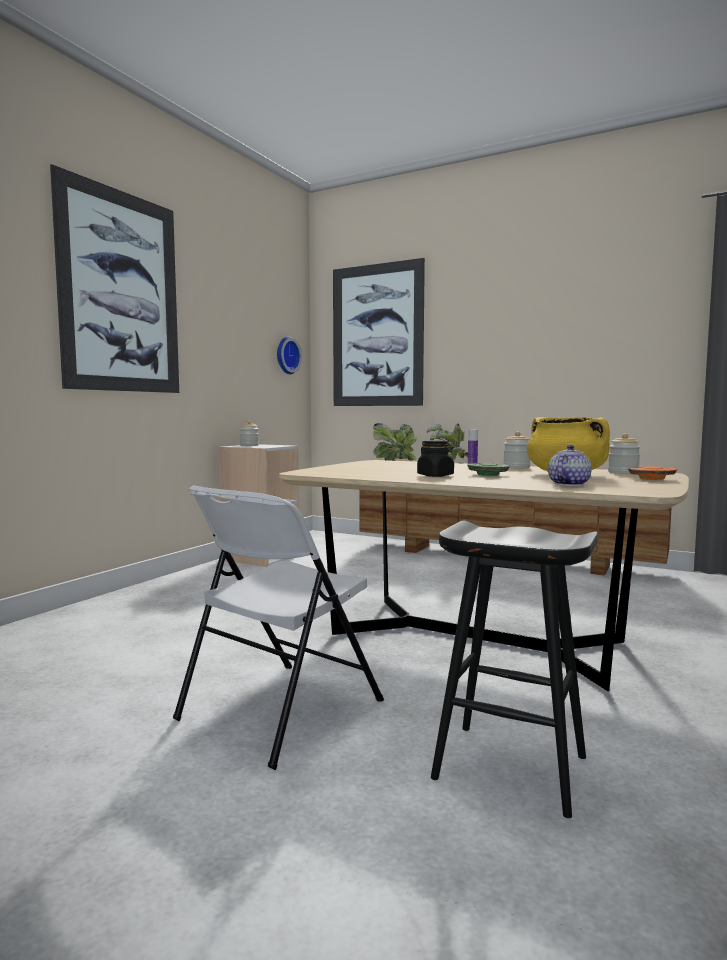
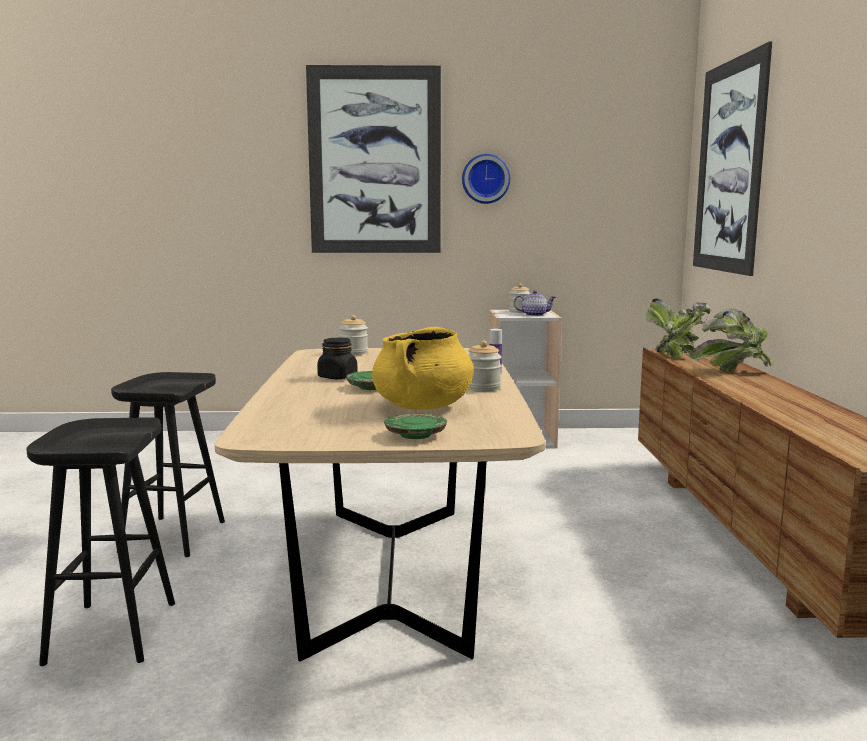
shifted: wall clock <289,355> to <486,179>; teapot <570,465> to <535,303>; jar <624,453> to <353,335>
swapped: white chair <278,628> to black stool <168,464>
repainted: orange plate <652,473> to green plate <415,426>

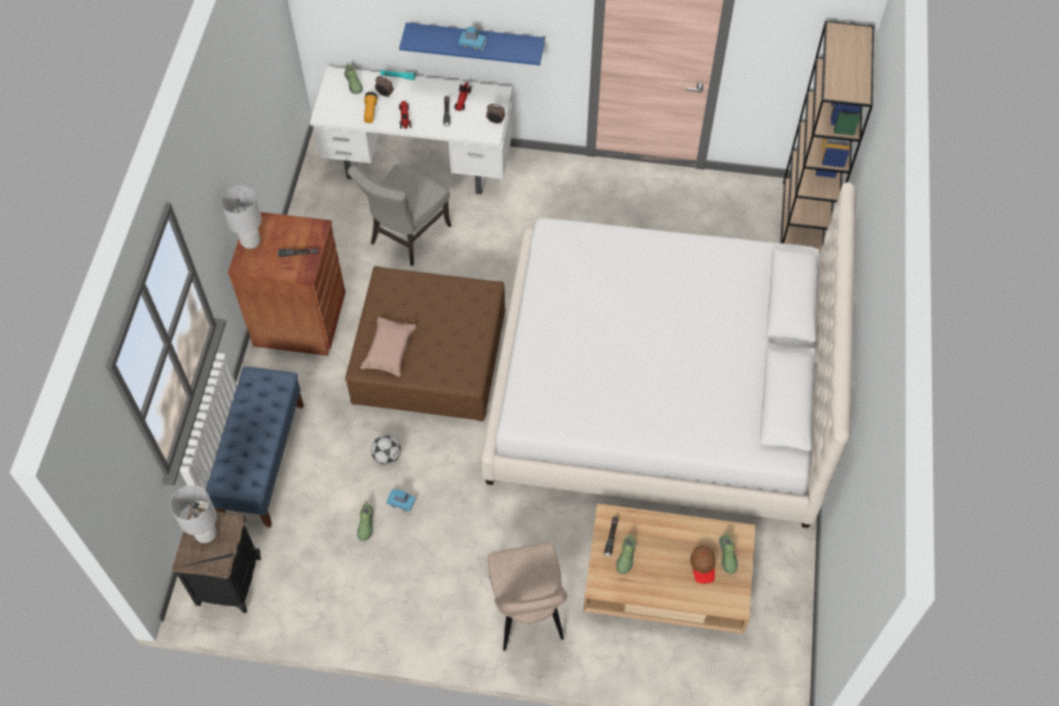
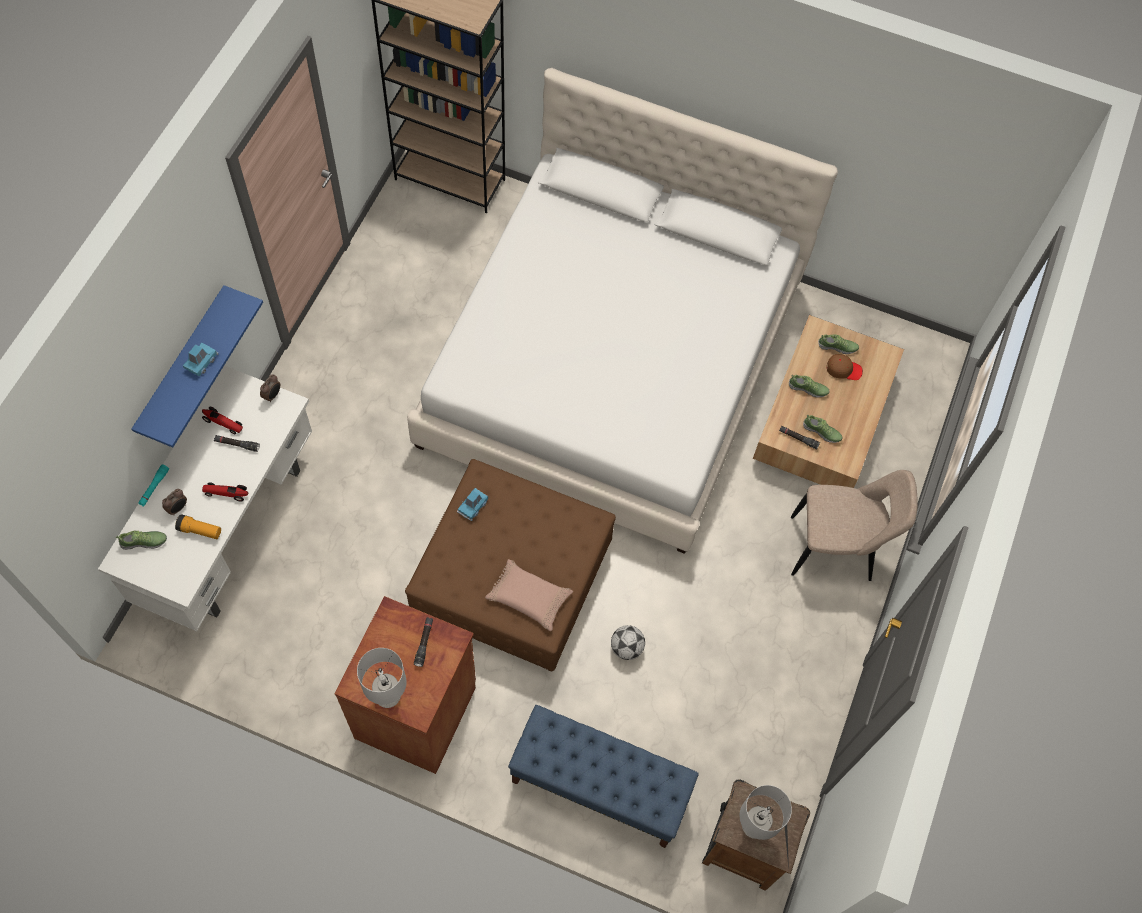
gone: grey chair <399,215>
shifted: shoe <365,521> to <809,386>; blue toy car <401,500> to <472,504>

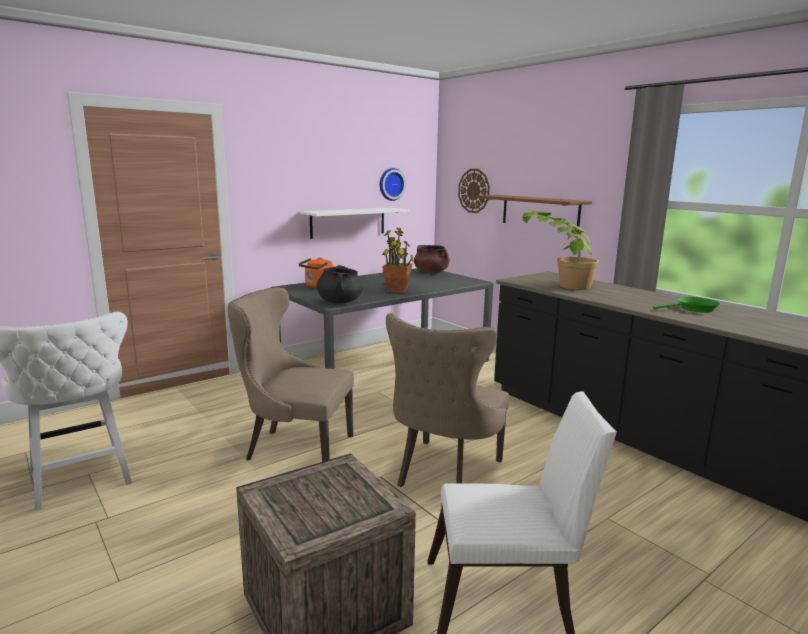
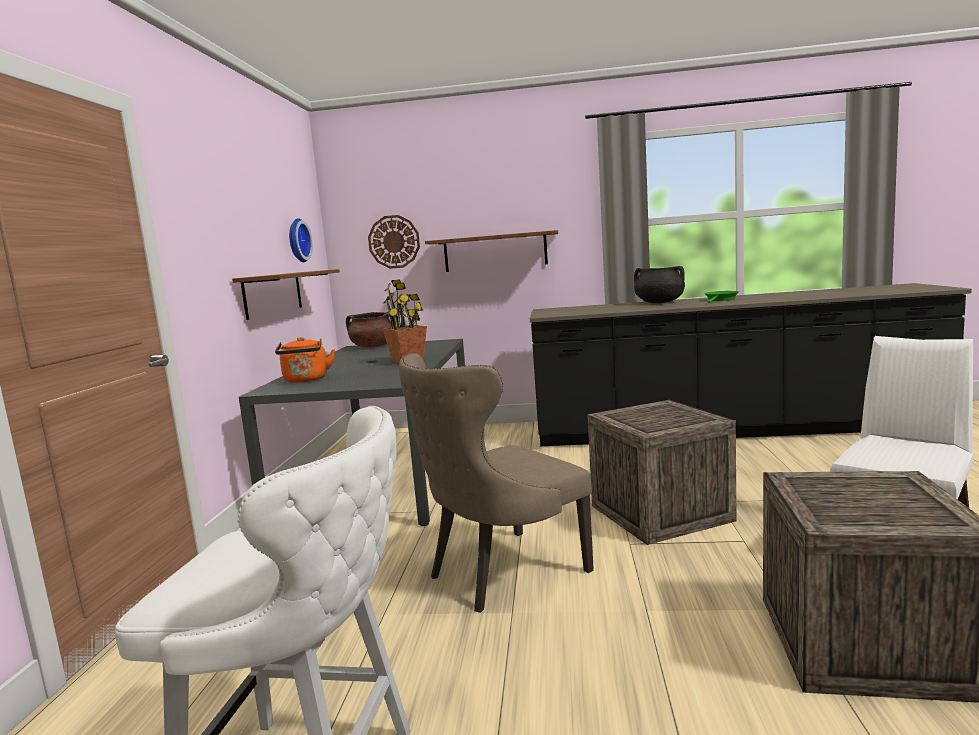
gone: potted plant <560,250>
shifted: black cooking pot <340,284> to <659,284>
swapped: beige chair <447,400> to crate <662,472>
repainted: white shelf <354,223> to brown shelf <286,294>

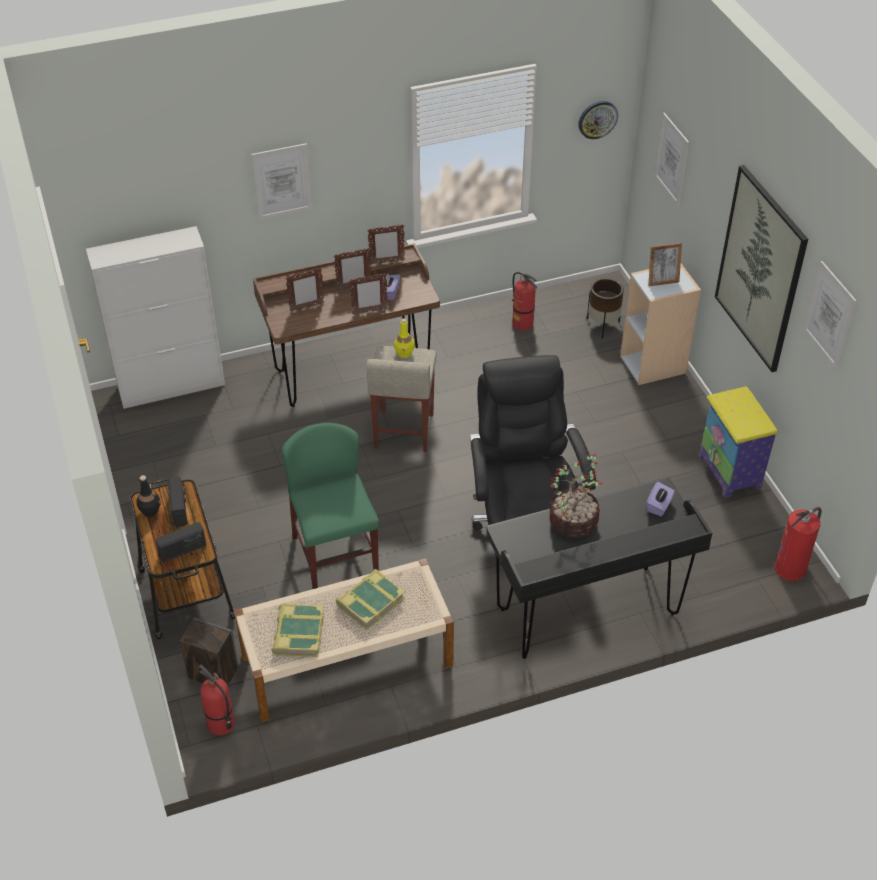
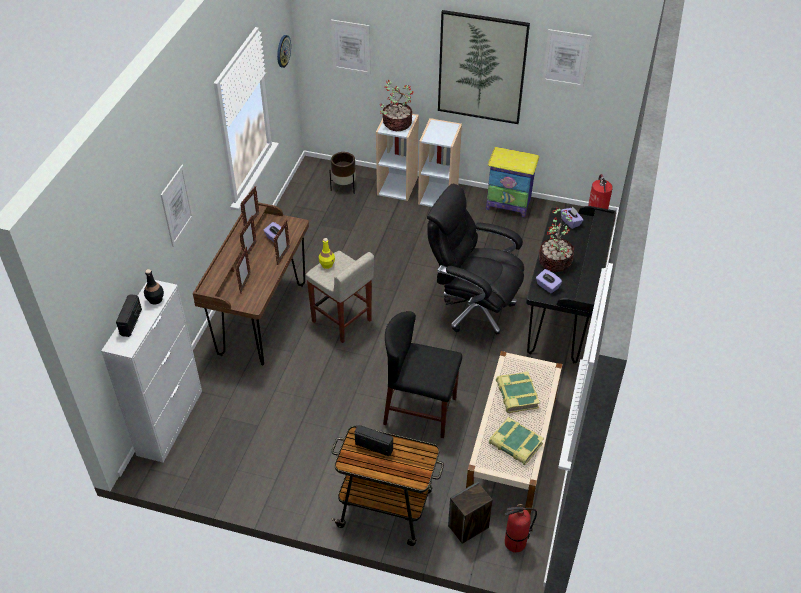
gone: fire extinguisher <524,301>
new: bookcase <440,162>; purple tissue box <549,281>
shifted: black bottle <148,496> to <154,287>; radio <181,542> to <129,315>
swapped: picture frame <665,264> to potted plant <397,105>
repainted: green chair <330,506> to black chair <422,374>

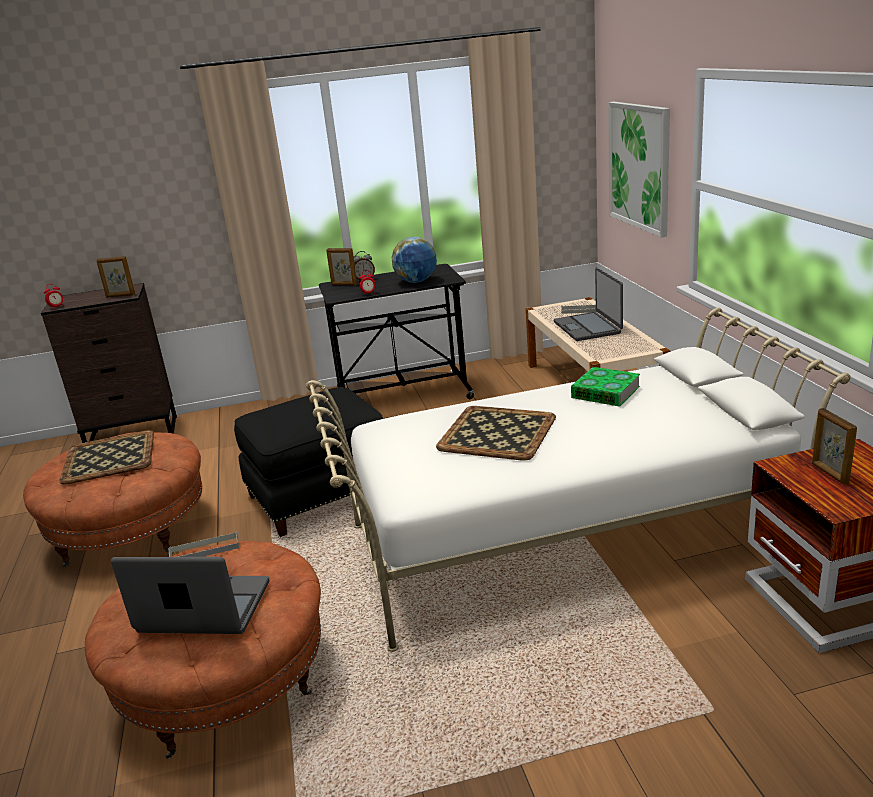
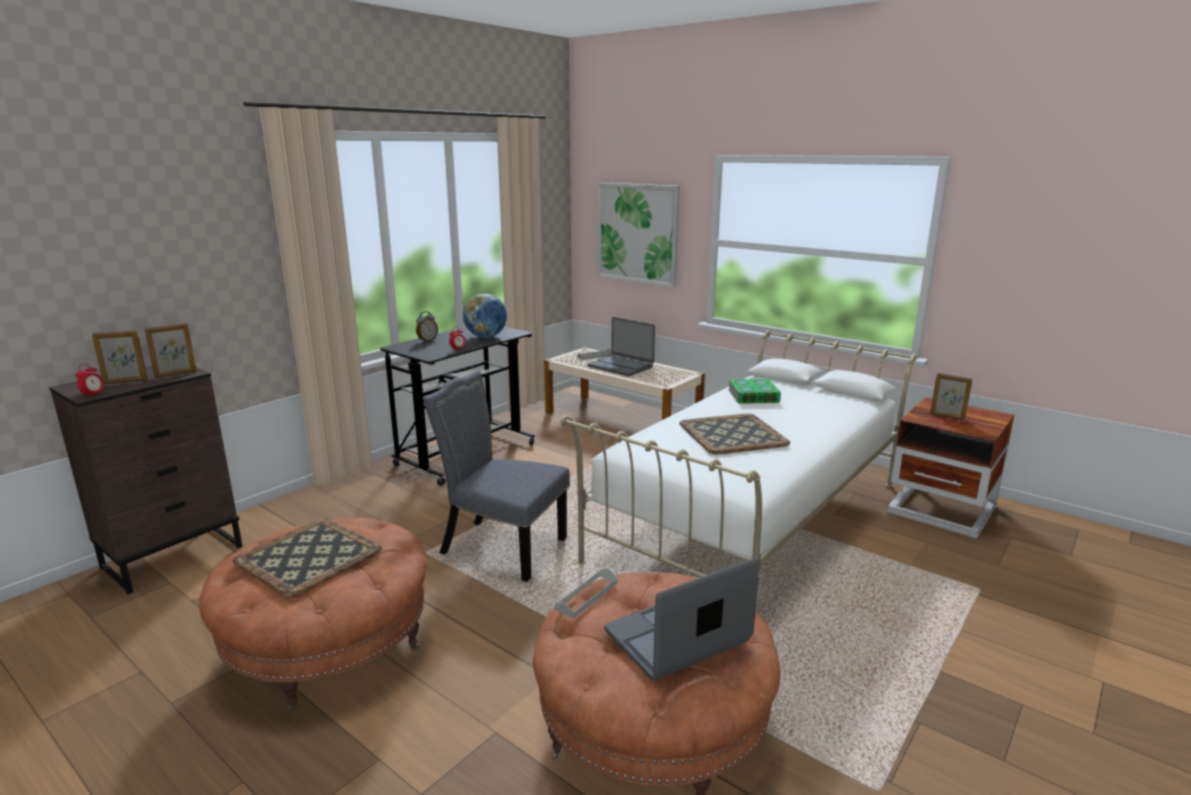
shifted: picture frame <341,266> to <120,357>
swapped: black ottoman <308,462> to grey chair <496,476>

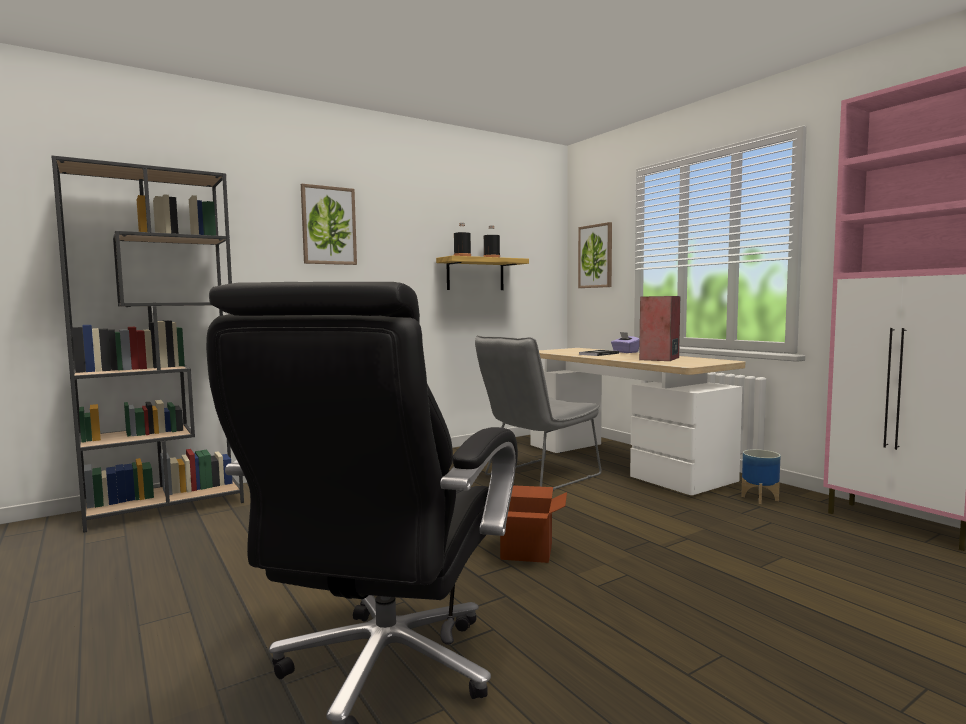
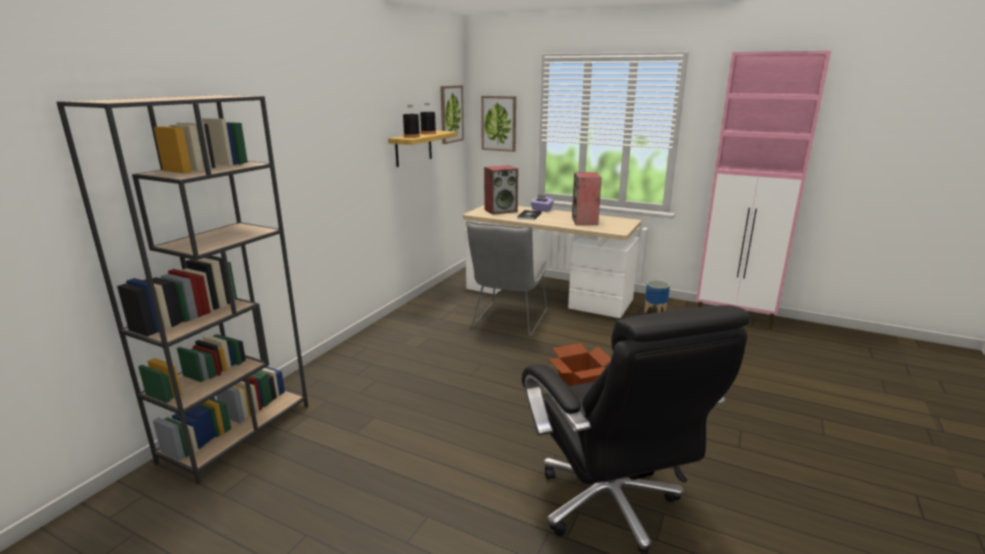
new: speaker <501,190>
shifted: picture <329,224> to <452,114>

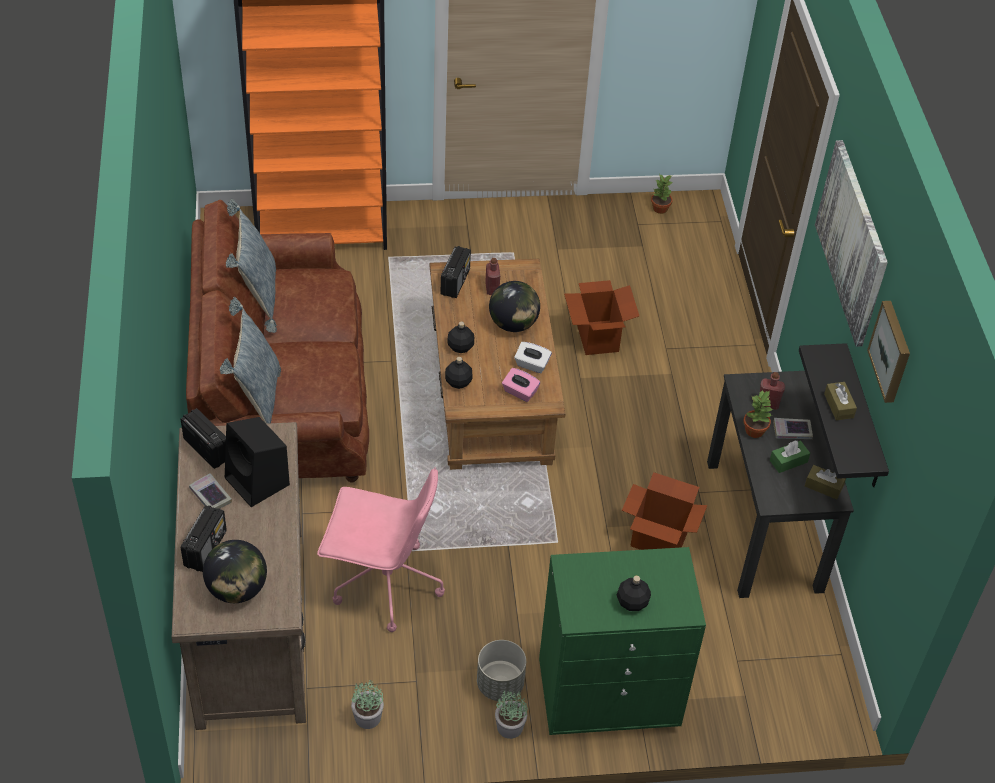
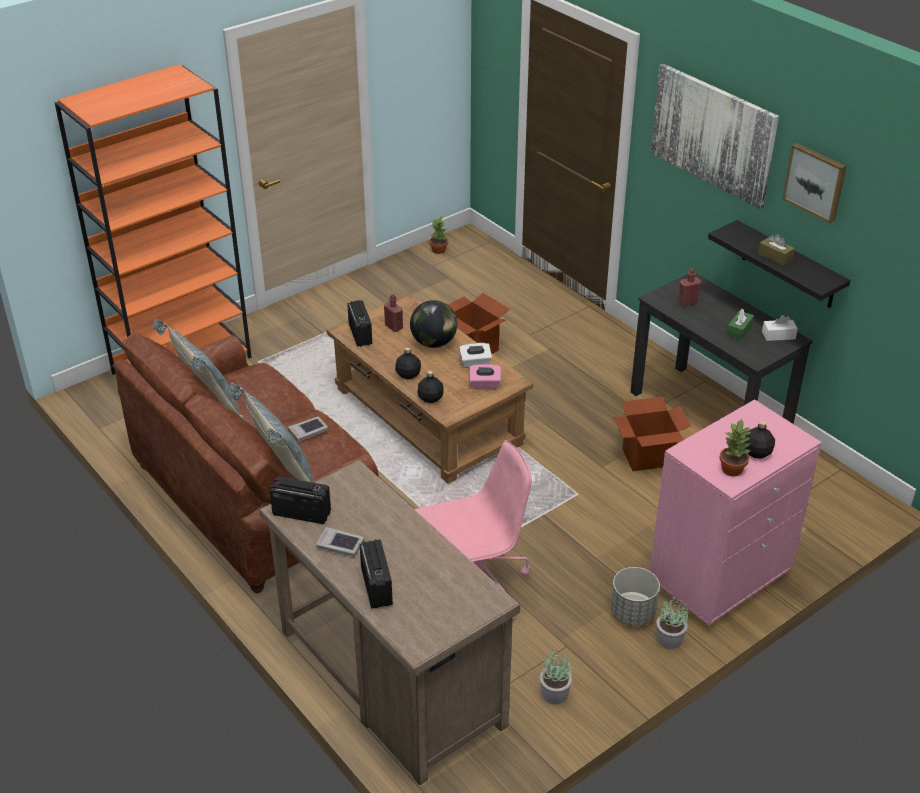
gone: globe <235,571>; black speaker <257,462>
shifted: potted plant <758,414> to <735,447>; book <793,428> to <308,429>
repainted: green cabinet <622,641> to pink cabinet <735,512>; brown tissue box <825,482> to white tissue box <780,328>

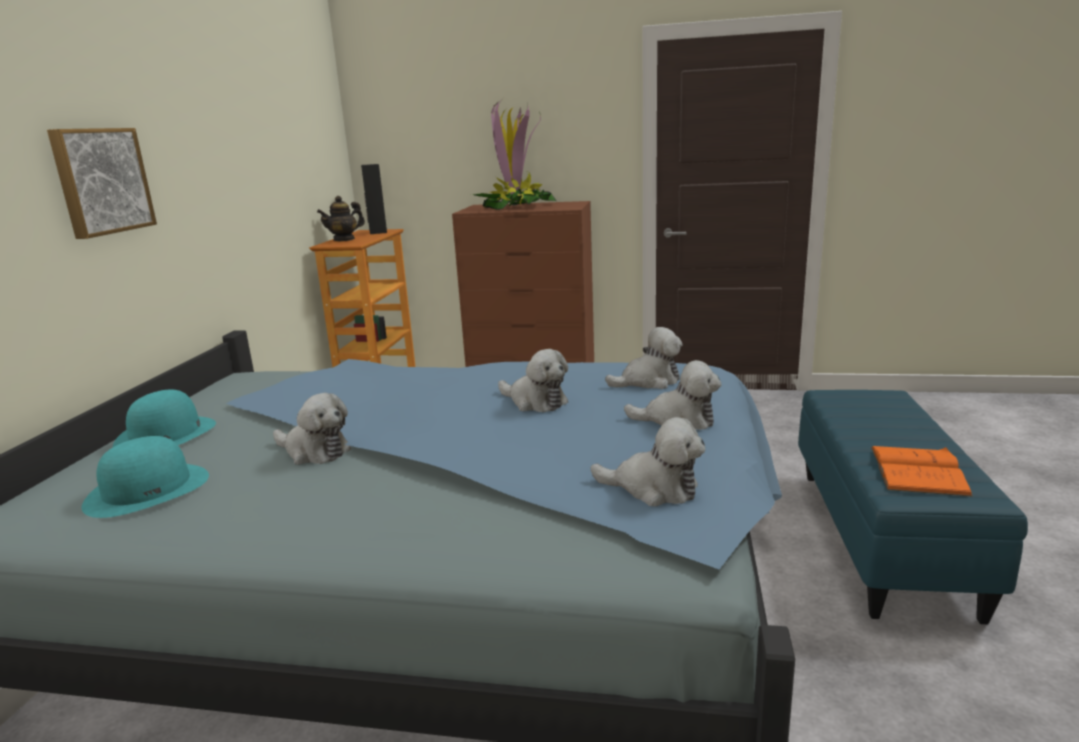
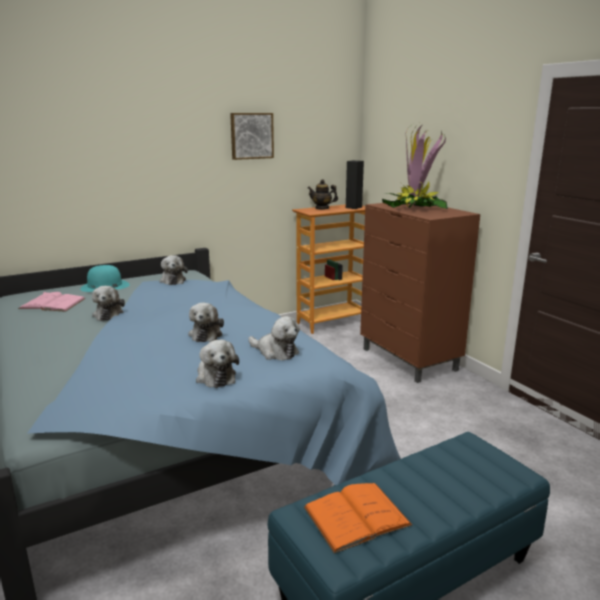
shifted: picture <102,183> to <252,136>; plush toy <647,462> to <174,270>
swapped: turquoise hat <145,477> to pink book <52,302>

